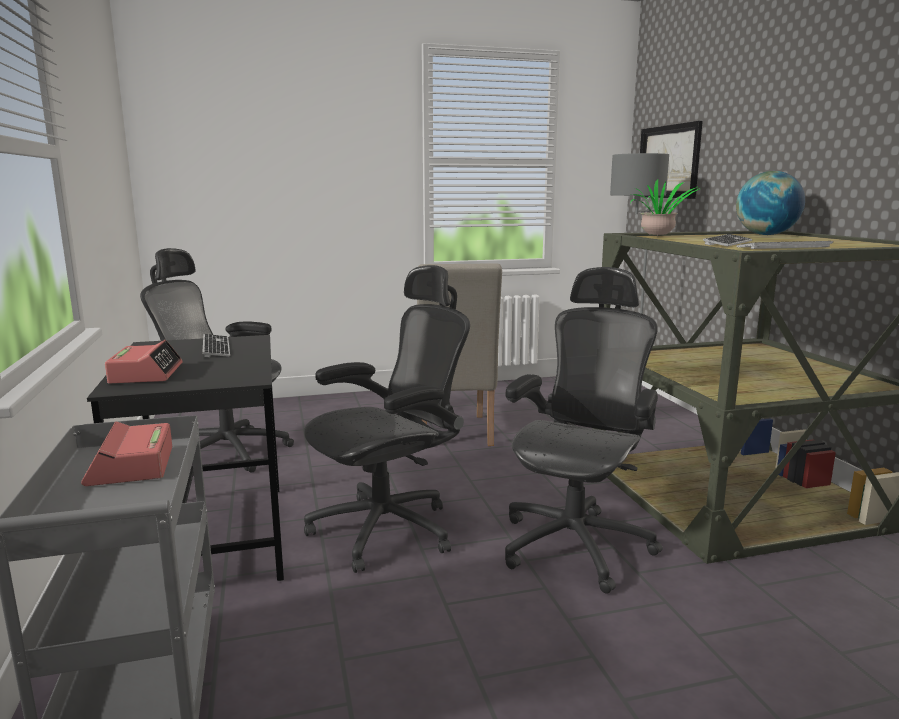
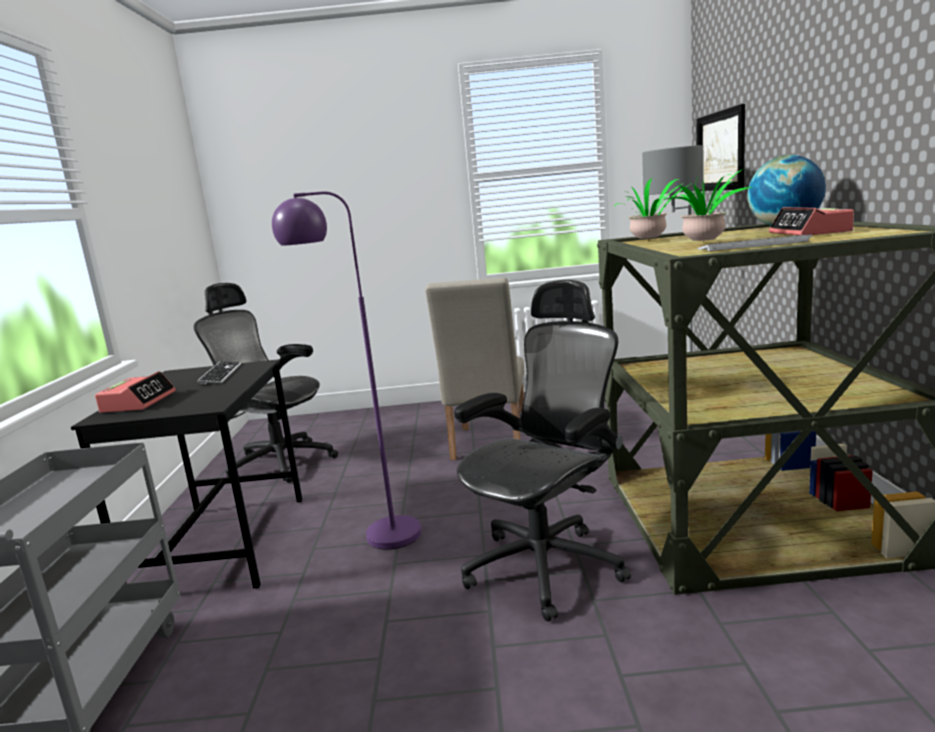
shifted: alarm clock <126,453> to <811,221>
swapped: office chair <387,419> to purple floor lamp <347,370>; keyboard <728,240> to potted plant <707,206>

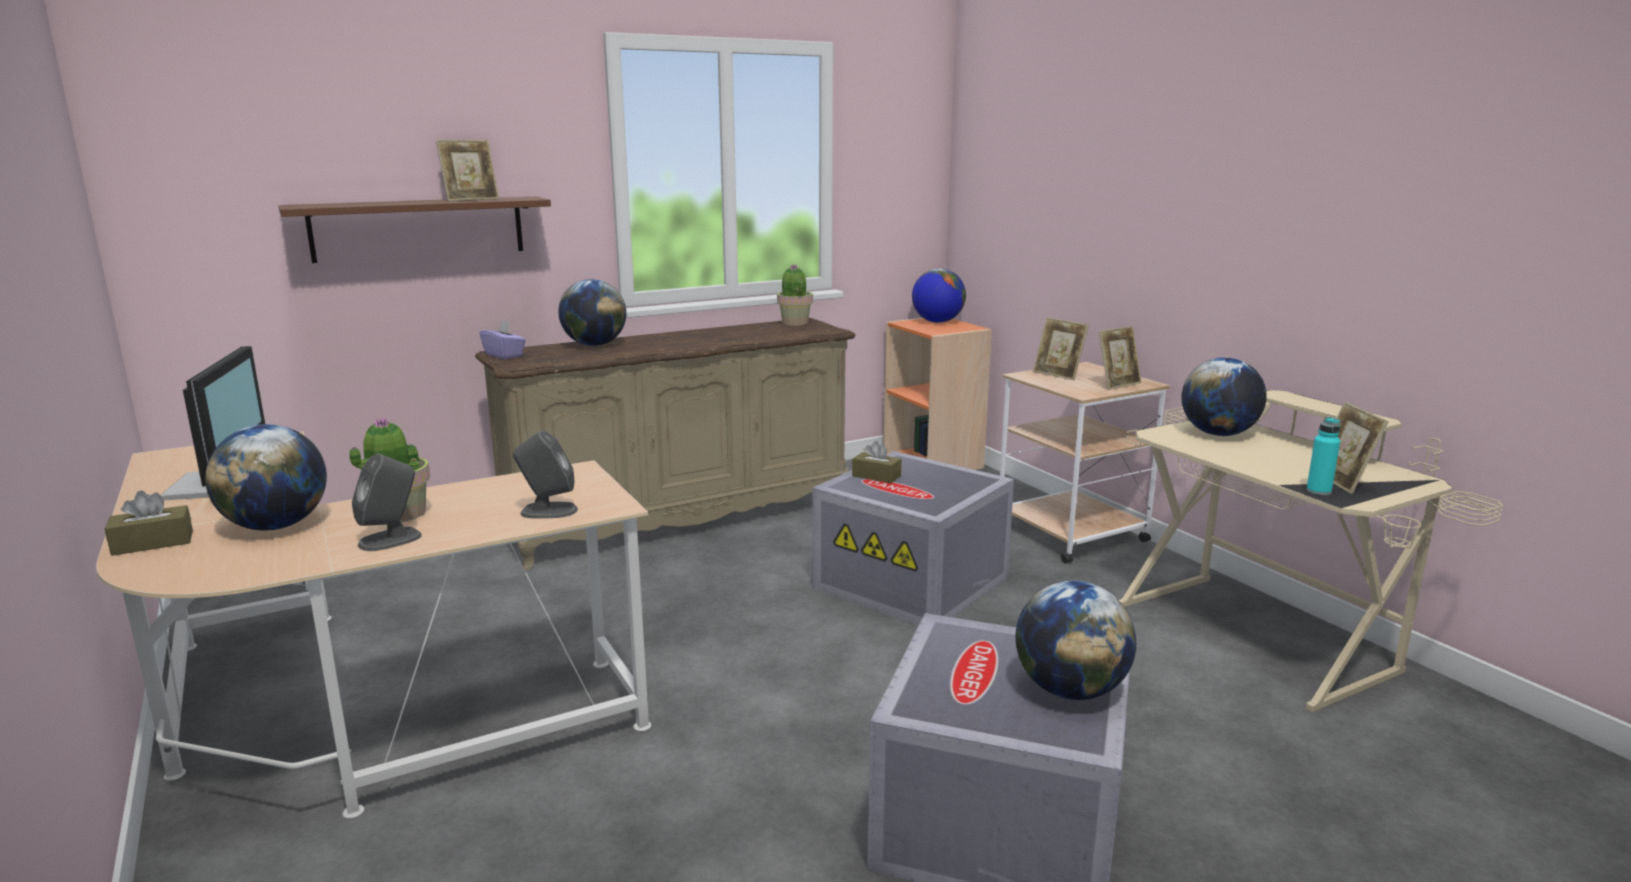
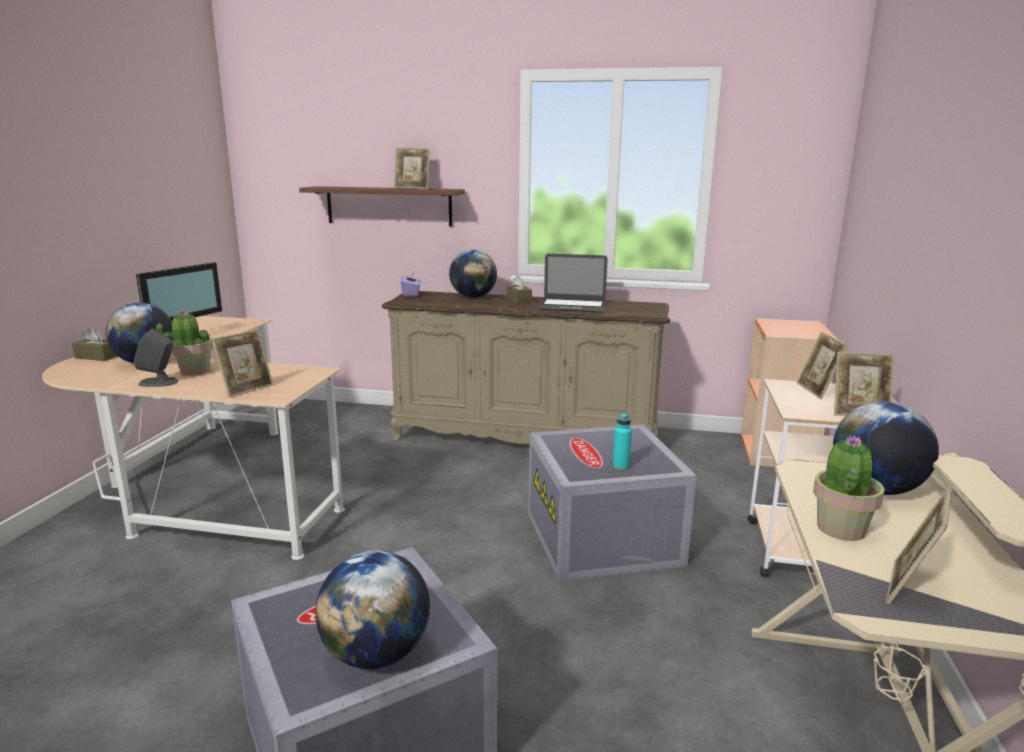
gone: globe <939,295>
new: laptop <573,283>
shifted: potted plant <795,295> to <849,488>; brown tissue box <877,462> to <519,289>; turquoise bottle <1323,456> to <622,441>
swapped: grey speaker <545,474> to picture frame <243,364>

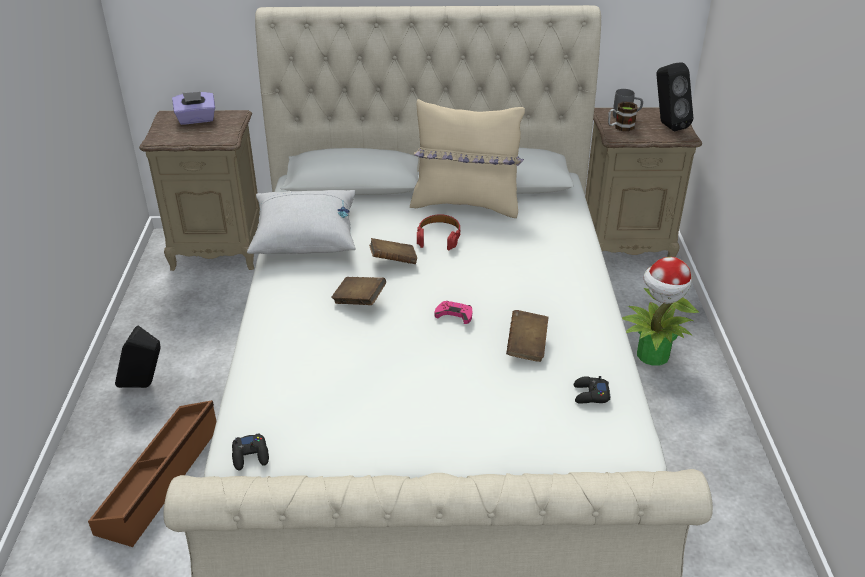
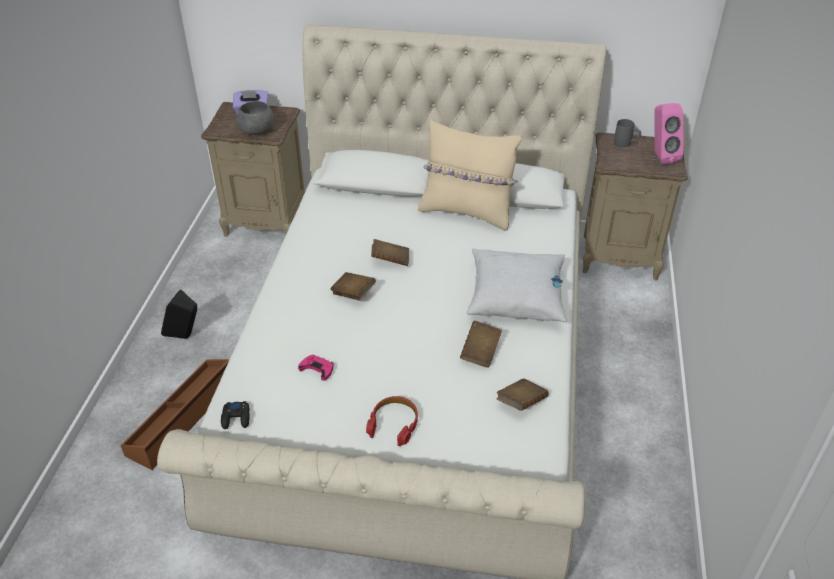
gone: mug <623,116>; potted plant <660,311>
new: grey bowl <255,118>
shifted: grey pillow <301,222> to <517,285>; red headphones <439,232> to <392,421>; pink game controller <454,312> to <316,368>
swapped: black game controller <592,390> to brown book <523,395>
repainted: black speaker <675,97> to pink speaker <669,134>

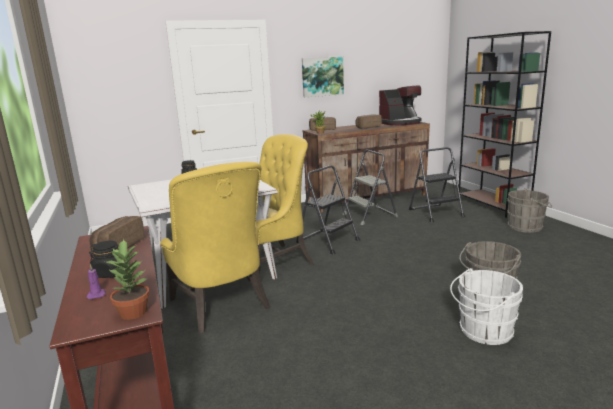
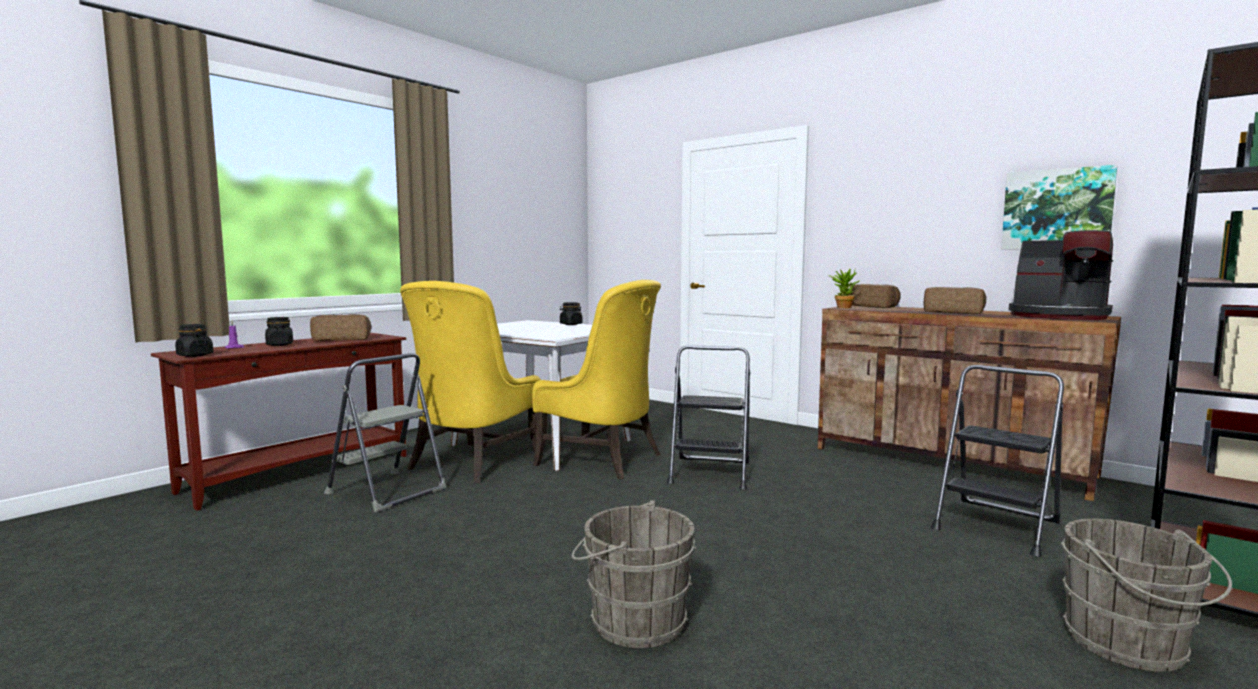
gone: white bucket <486,306>
shifted: picture <323,77> to <1059,207>; grey step ladder <370,187> to <385,433>
swapped: potted plant <127,279> to black jar <194,340>

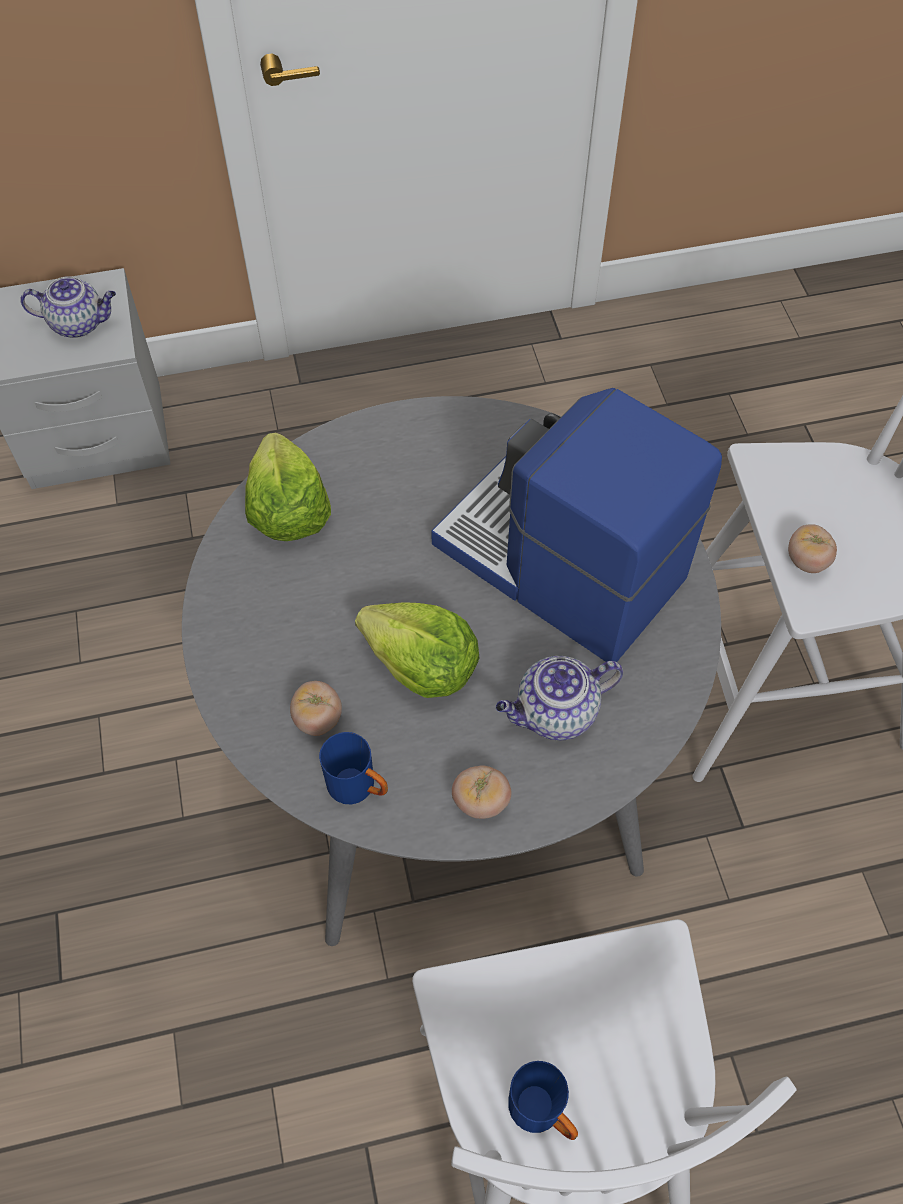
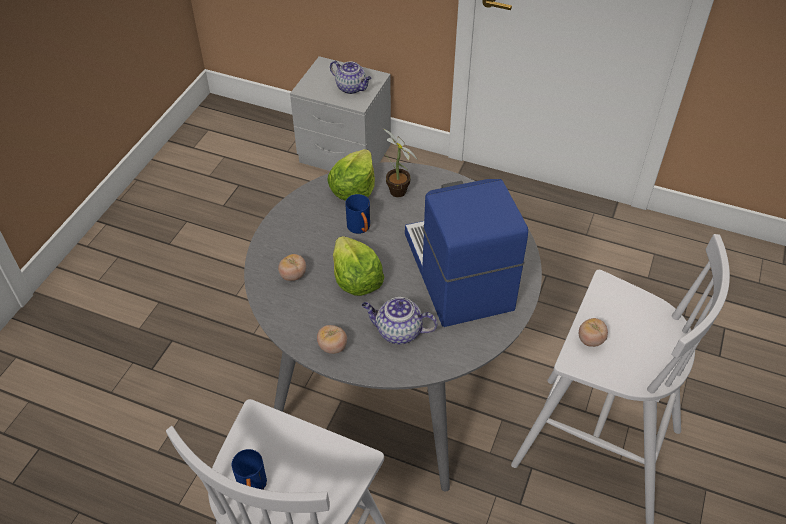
new: potted plant <400,162>
shifted: blue mug <353,768> to <357,214>

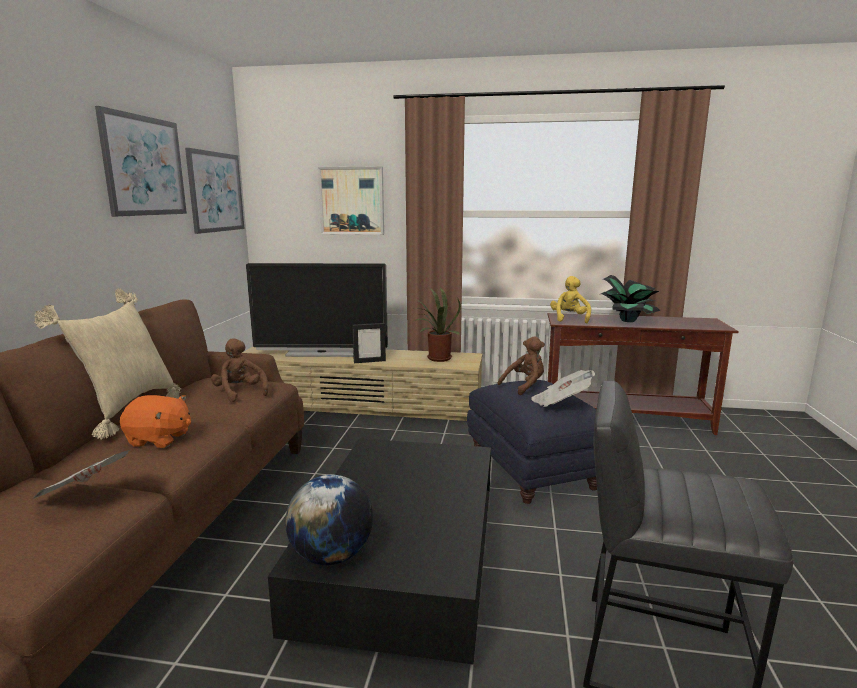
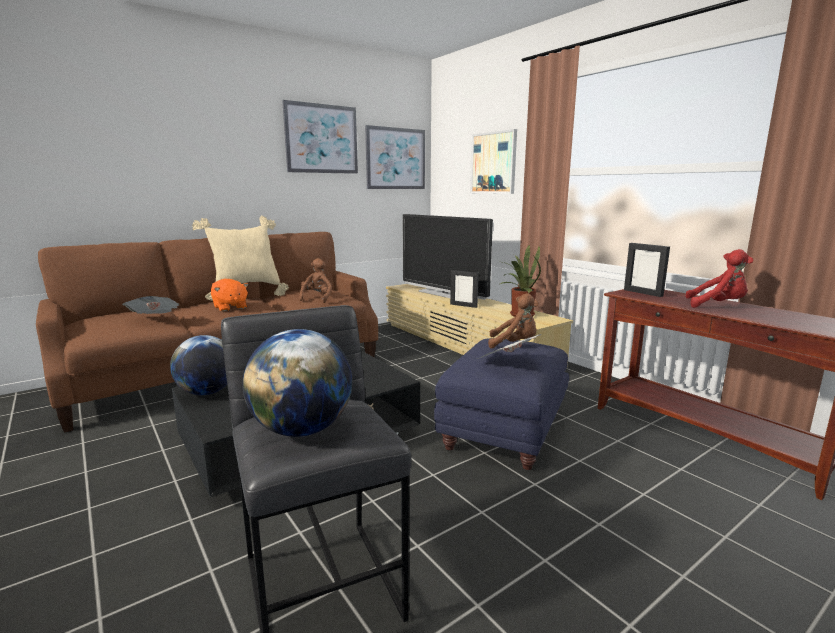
new: globe <297,383>
swapped: yellow plush toy <570,299> to picture frame <647,270>; potted plant <631,298> to red plush toy <719,278>

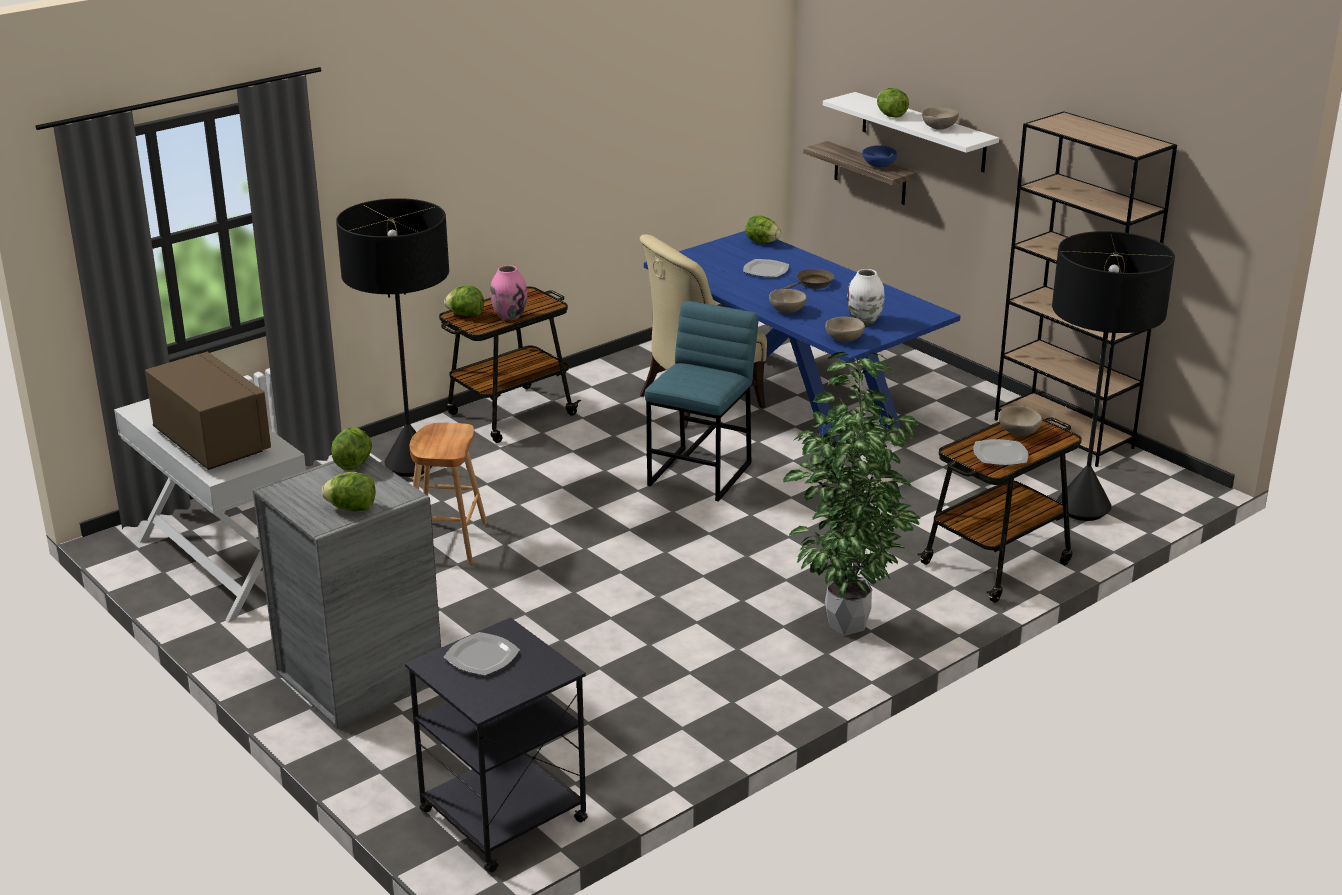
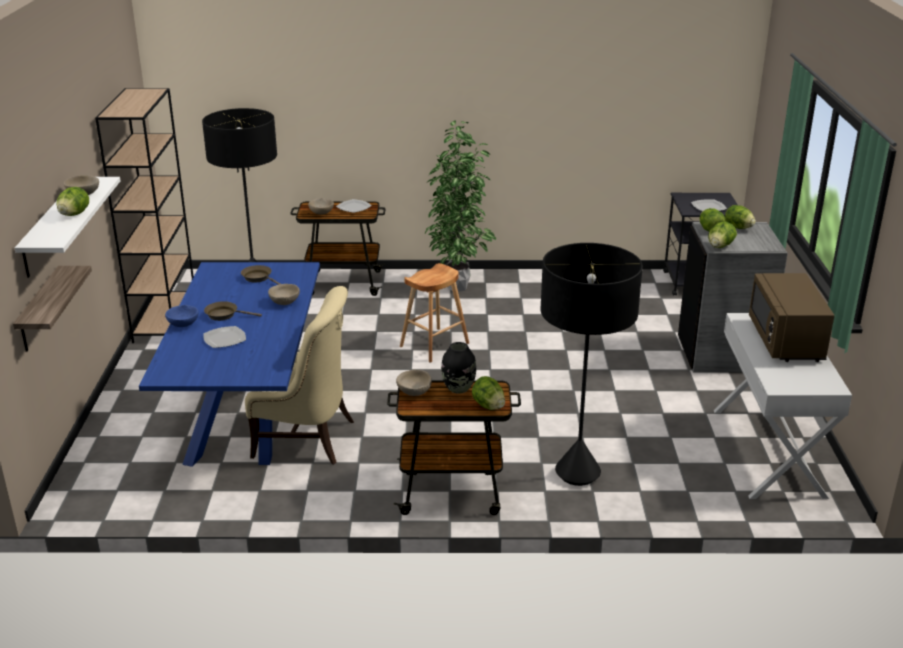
gone: blue stool <702,401>
shifted: brown stool <448,494> to <434,312>; lettuce <763,229> to <712,220>; beige bowl <845,329> to <414,383>; blue bowl <879,156> to <182,316>
swapped: white vase <866,297> to brown frying pan <261,275>
repainted: pink vase <508,292> to black vase <458,368>

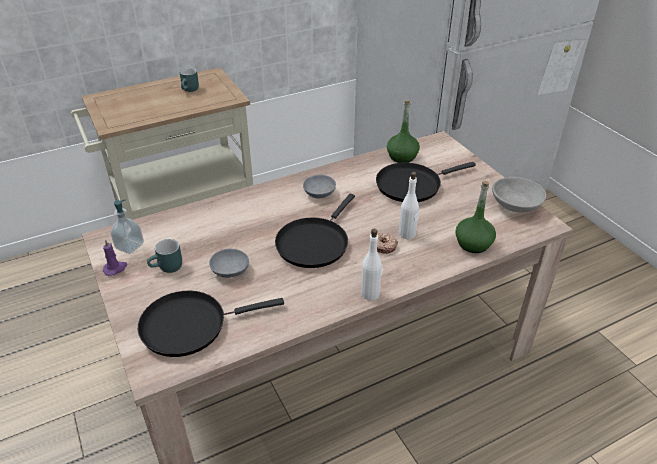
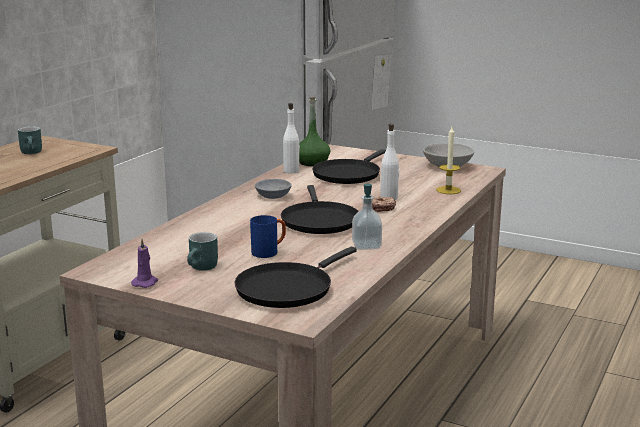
shifted: soap dispenser <127,227> to <367,217>; white bottle <372,264> to <291,138>
swapped: grey bowl <229,263> to blue mug <268,236>; green bottle <475,217> to candle <448,160>

